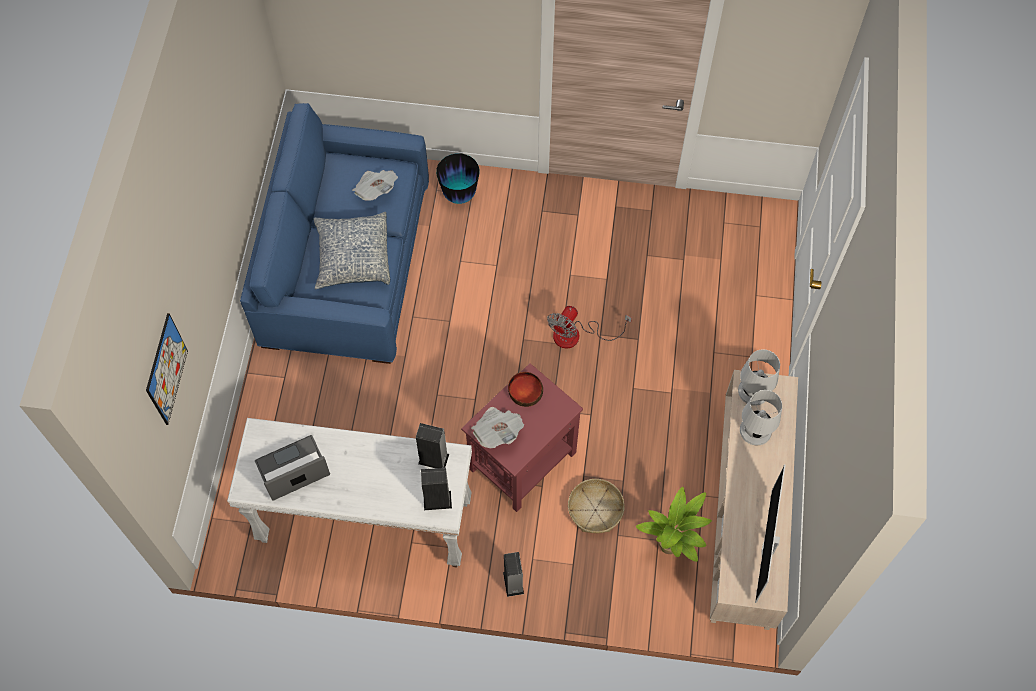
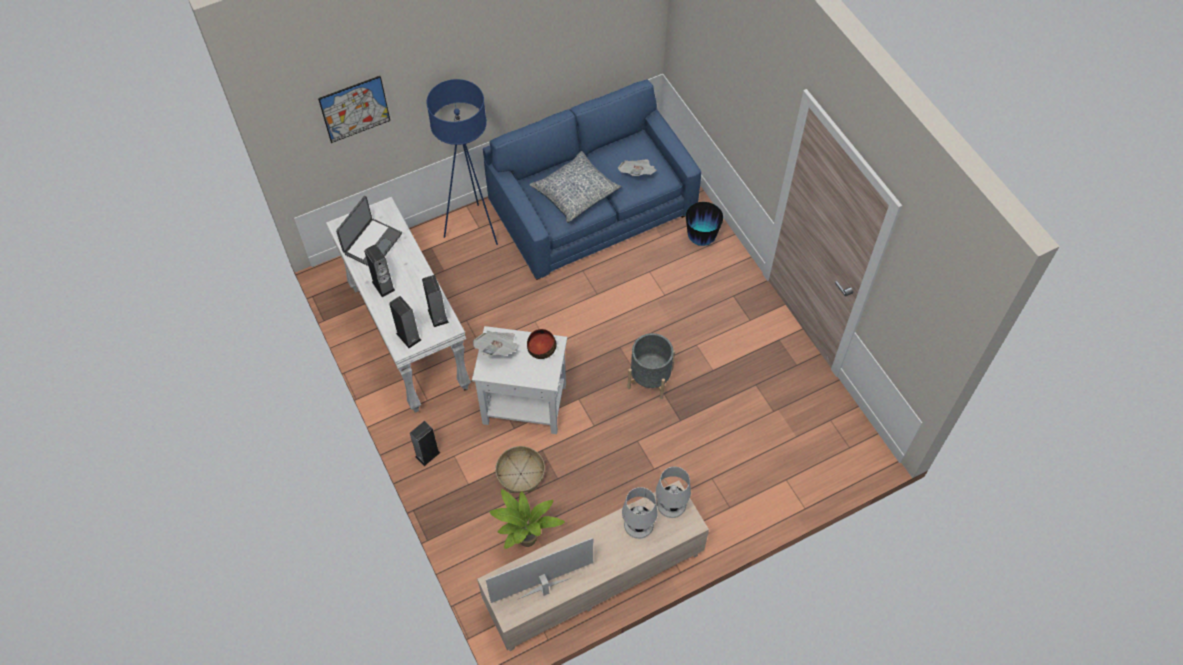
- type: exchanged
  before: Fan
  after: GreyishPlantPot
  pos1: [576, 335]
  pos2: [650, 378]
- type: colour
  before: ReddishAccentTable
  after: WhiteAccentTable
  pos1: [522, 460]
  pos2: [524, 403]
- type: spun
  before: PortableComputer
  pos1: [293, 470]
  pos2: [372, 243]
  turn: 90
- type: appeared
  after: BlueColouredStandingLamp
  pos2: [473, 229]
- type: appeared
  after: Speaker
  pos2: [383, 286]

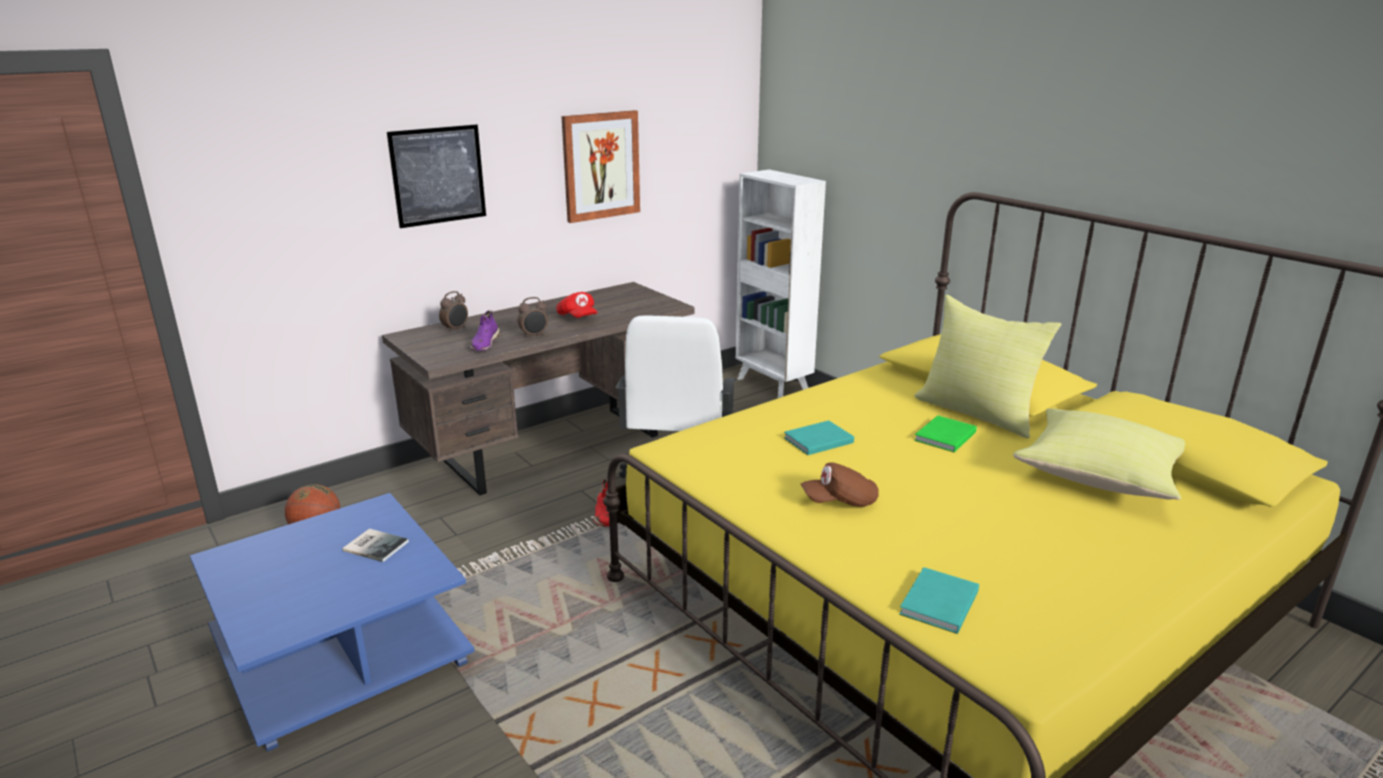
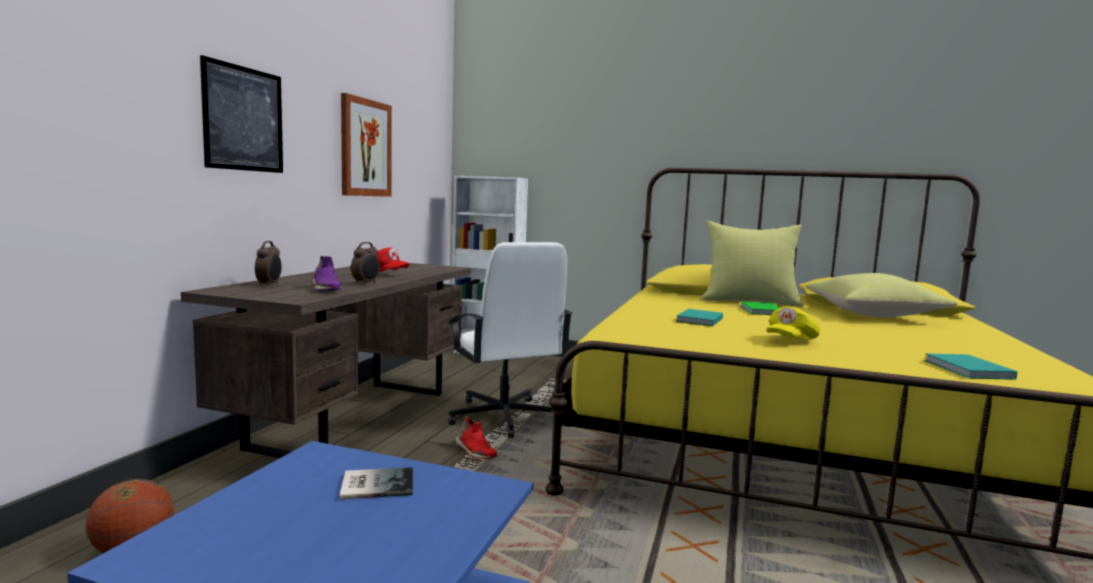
- type: colour
  before: BrownColouredBaseballCap
  after: YellowishBaseballCap
  pos1: [840, 501]
  pos2: [790, 341]

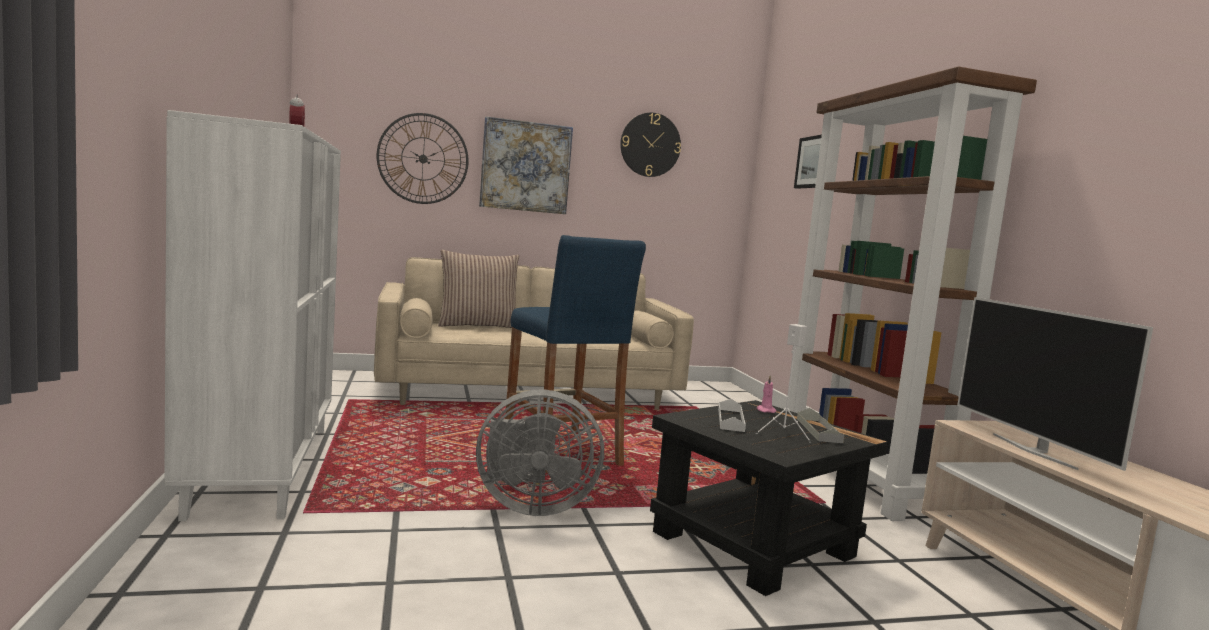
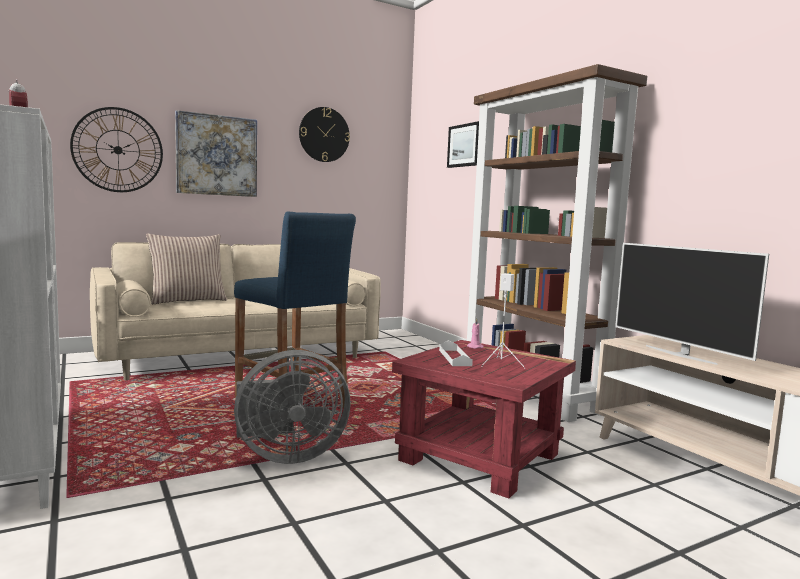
- type: colour
  before: BlackishAccentTable
  after: ReddishAccentTable
  pos1: [756, 544]
  pos2: [482, 457]
- type: missing
  before: GreyishCarryingTray
  pos1: [818, 430]

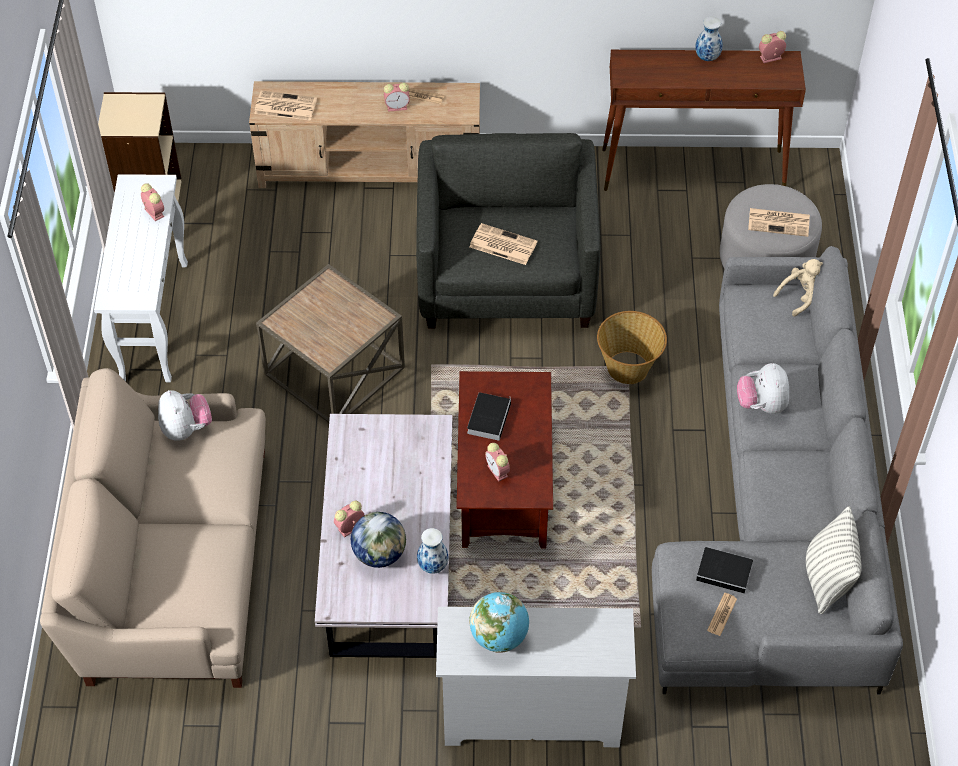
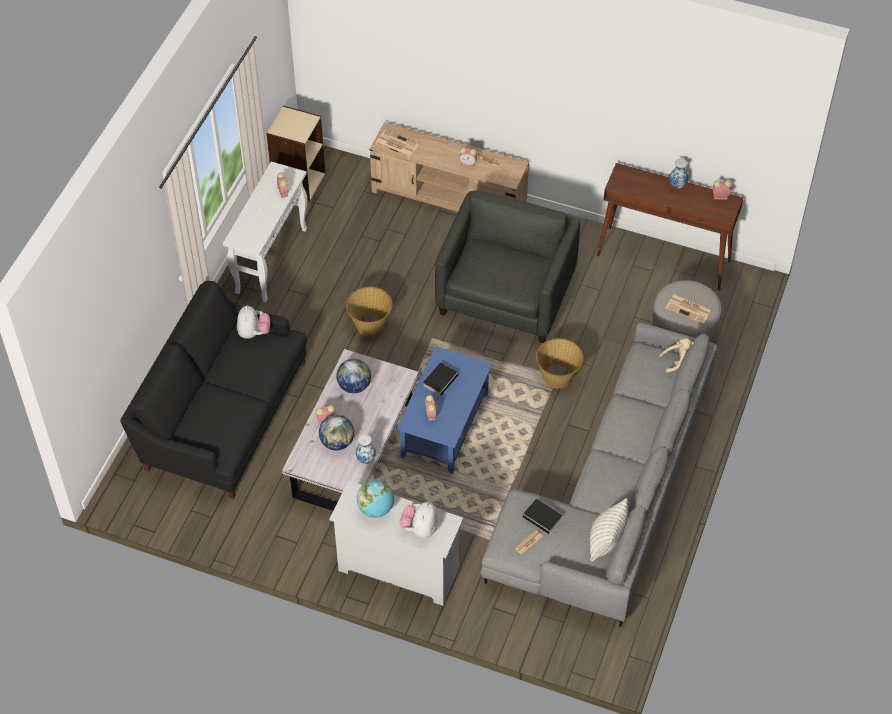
- type: missing
  before: DailyPaper
  pos1: [502, 245]
- type: exchanged
  before: BrownColouredAccentTable
  after: StorageBasket
  pos1: [335, 371]
  pos2: [370, 324]
- type: relocated
  before: CuddlyToy
  pos1: [761, 404]
  pos2: [420, 528]
- type: colour
  before: SandColouredSettee
  after: BlackishSettee
  pos1: [171, 563]
  pos2: [221, 413]
- type: colour
  before: BrownColouredLoungeTable
  after: BlueColouredLoungeTable
  pos1: [504, 483]
  pos2: [445, 426]
- type: appeared
  after: DeskGlobe
  pos2: [354, 386]

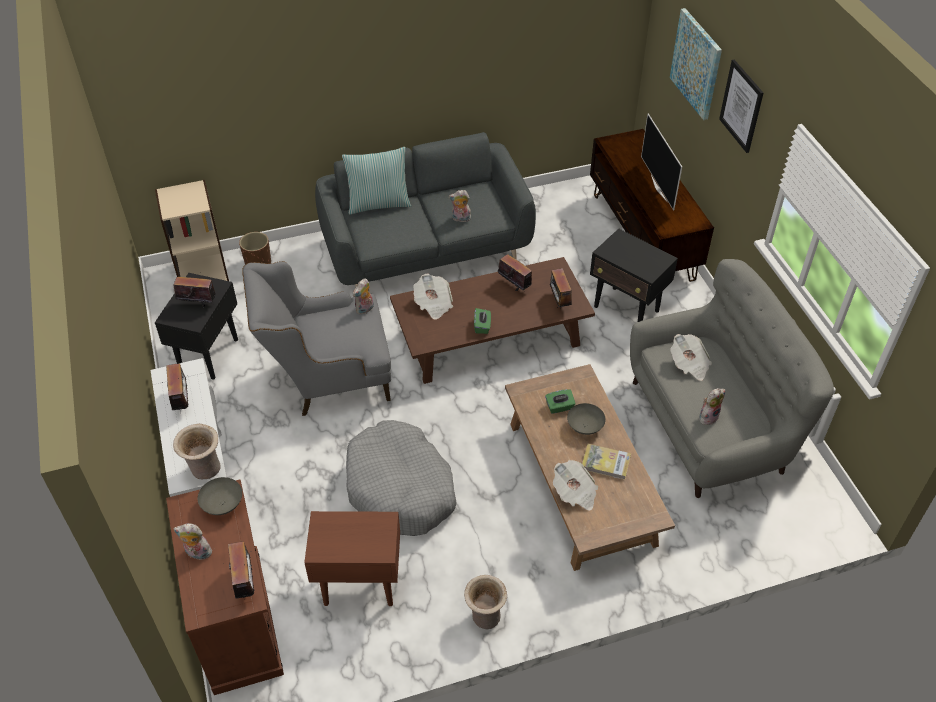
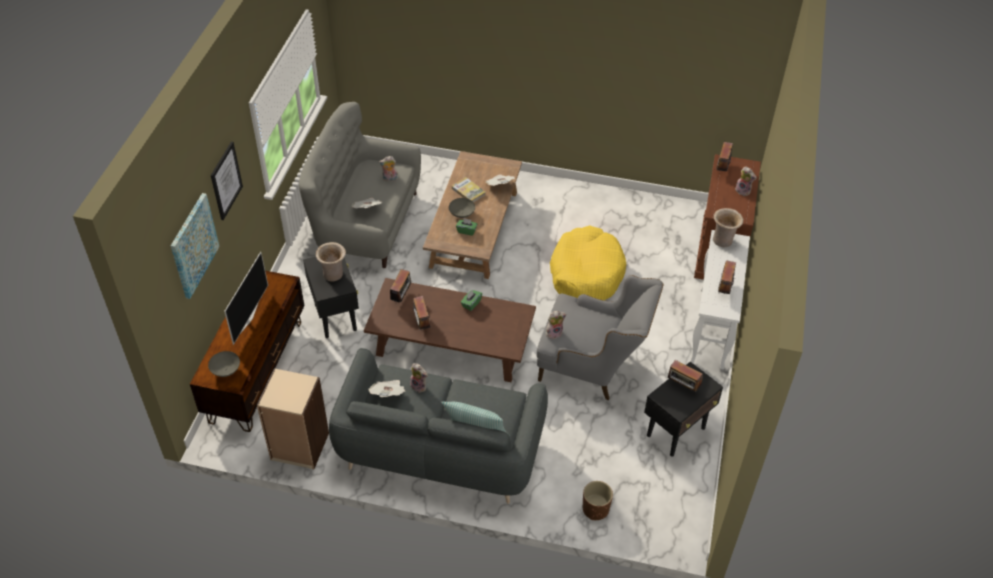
- type: relocated
  before: SandColouredShelvingUnit
  pos1: [202, 272]
  pos2: [299, 446]
- type: relocated
  before: DailyPaper
  pos1: [433, 304]
  pos2: [388, 394]
- type: colour
  before: GreyishDogBed
  after: YellowishDogBed
  pos1: [400, 488]
  pos2: [586, 273]
- type: relocated
  before: GreyishDeepDish
  pos1: [223, 505]
  pos2: [225, 370]
- type: missing
  before: BrownColouredAccentTable
  pos1: [359, 585]
- type: relocated
  before: SandColouredVase
  pos1: [484, 616]
  pos2: [334, 275]

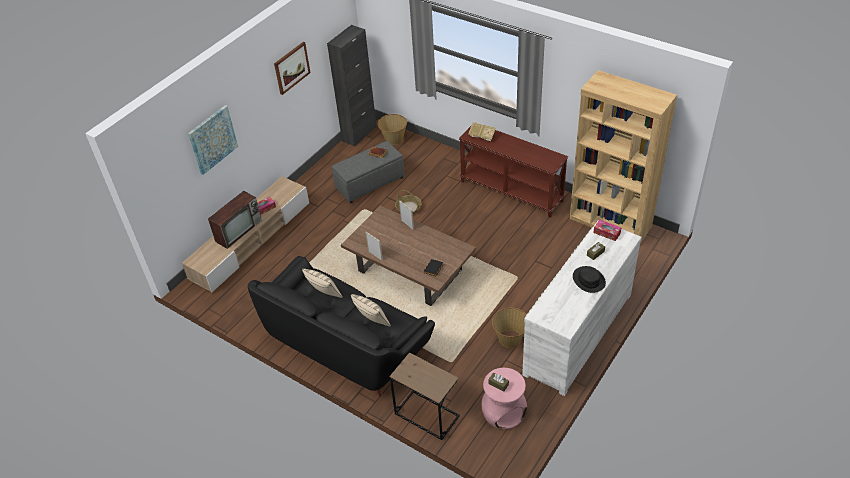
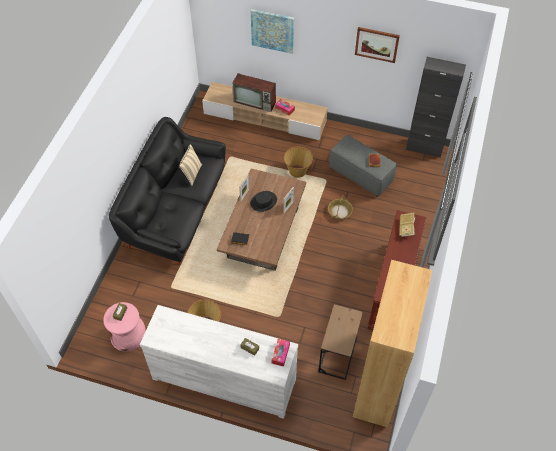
- type: relocated
  before: StorageBasket
  pos1: [394, 139]
  pos2: [297, 170]
- type: relocated
  before: BlackishWearableHat
  pos1: [589, 280]
  pos2: [263, 201]
- type: missing
  before: SandColouredPillow
  pos1: [372, 322]
- type: relocated
  before: BrownColouredAccentTable
  pos1: [426, 415]
  pos2: [337, 354]

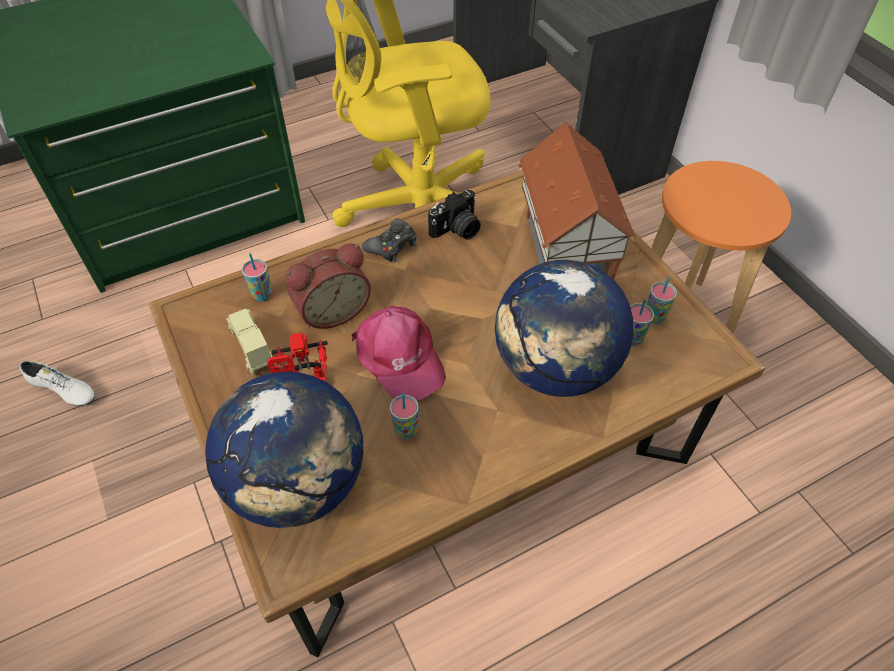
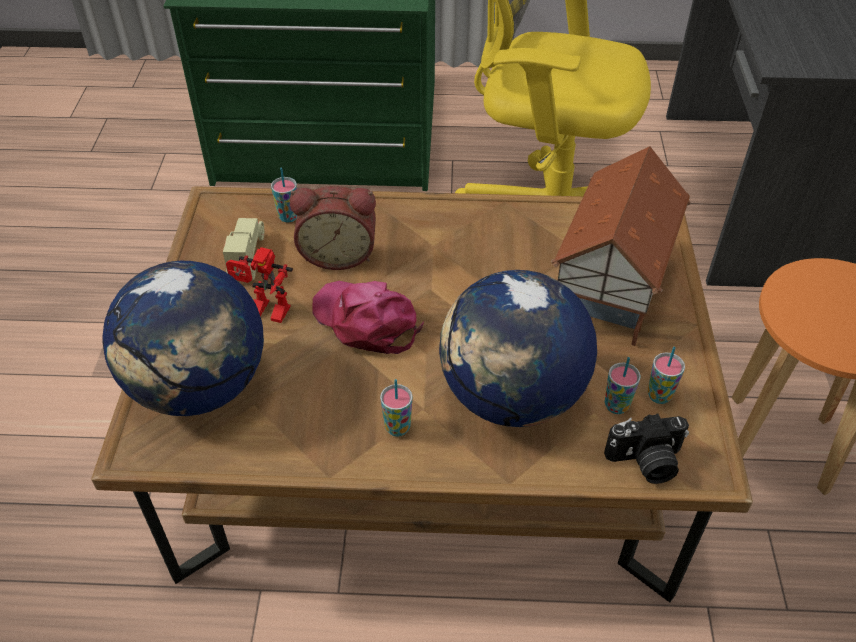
- type: relocated
  before: StillCamera
  pos1: [457, 230]
  pos2: [646, 462]
- type: missing
  before: BlackishGameController
  pos1: [392, 246]
- type: spun
  before: PinkBaseballCap
  pos1: [399, 358]
  pos2: [367, 321]
  turn: 135
- type: missing
  before: WhiteItemOfFootwear
  pos1: [63, 390]
- type: relocated
  before: Cup
  pos1: [406, 431]
  pos2: [397, 428]

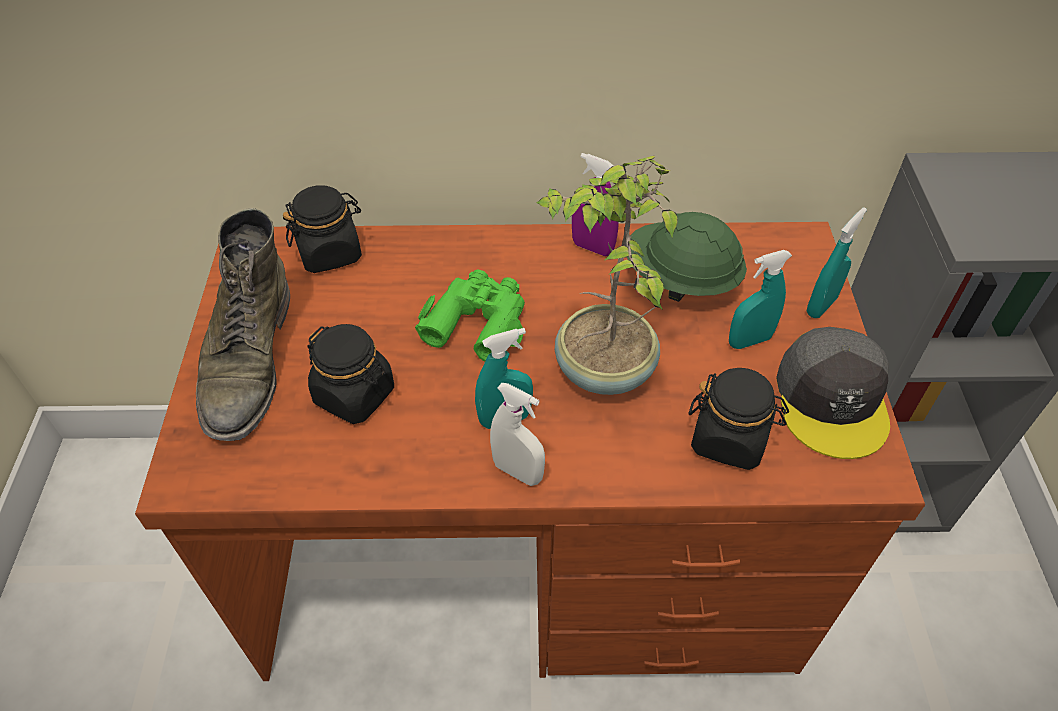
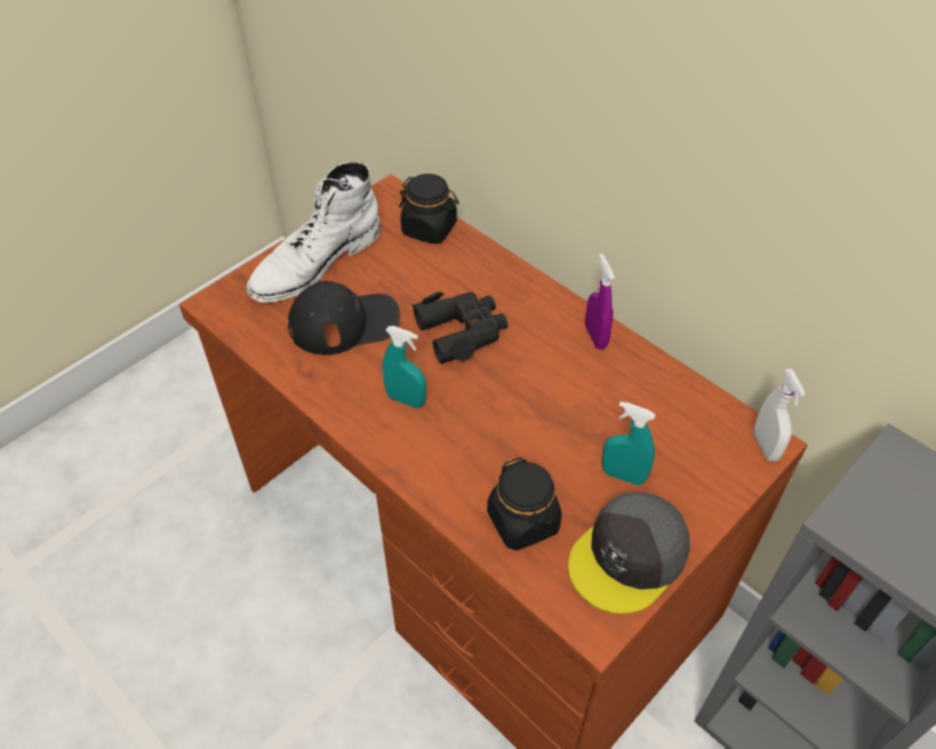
- type: missing
  before: PlantInAPot
  pos1: [602, 371]
- type: missing
  before: TurquoiseHandSprayer
  pos1: [821, 306]
- type: colour
  before: GreenBoot
  after: WhiteBoot
  pos1: [249, 360]
  pos2: [315, 262]
- type: missing
  before: GreenHardHat
  pos1: [680, 281]
- type: colour
  before: GreenPairOfBinoculars
  after: BlackishPairOfBinoculars
  pos1: [477, 322]
  pos2: [462, 331]
- type: exchanged
  before: BlackishPreserveJar
  after: BlackishBaseballCap
  pos1: [355, 395]
  pos2: [344, 323]
- type: relocated
  before: WhiteHandSprayer
  pos1: [518, 472]
  pos2: [765, 446]

